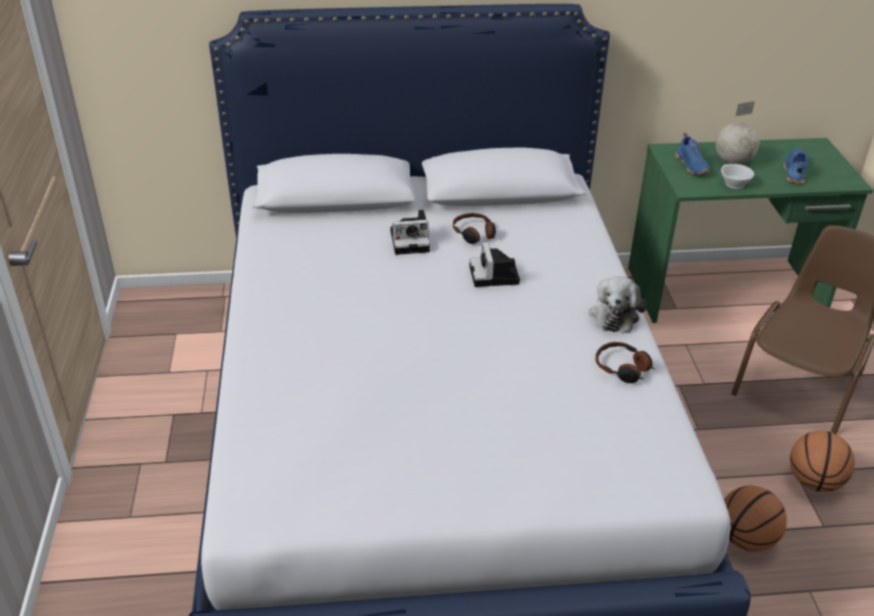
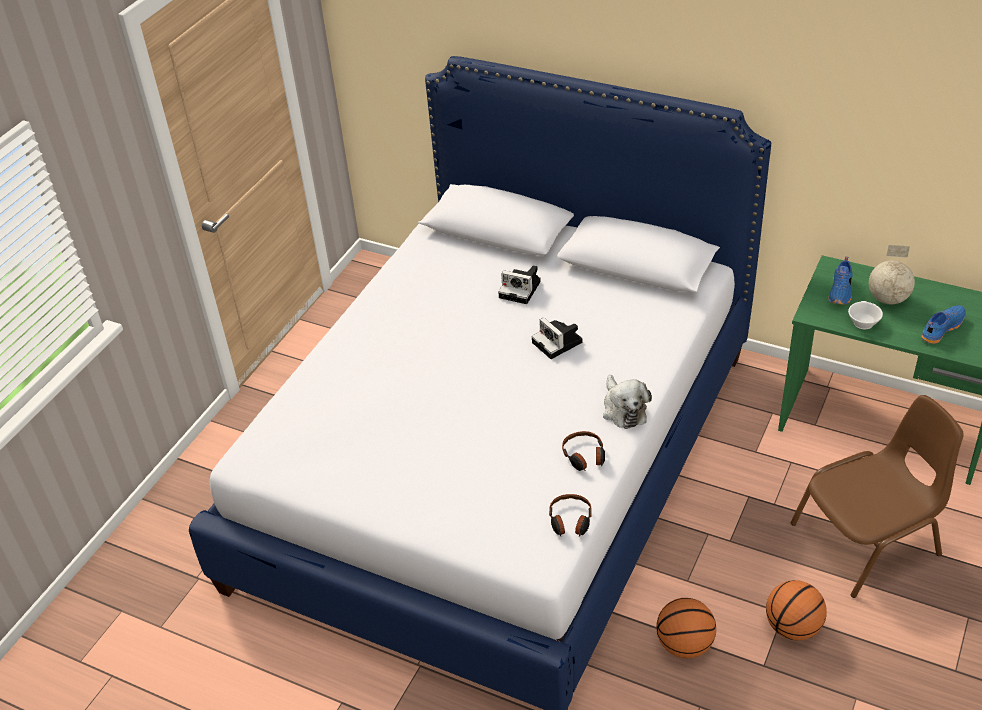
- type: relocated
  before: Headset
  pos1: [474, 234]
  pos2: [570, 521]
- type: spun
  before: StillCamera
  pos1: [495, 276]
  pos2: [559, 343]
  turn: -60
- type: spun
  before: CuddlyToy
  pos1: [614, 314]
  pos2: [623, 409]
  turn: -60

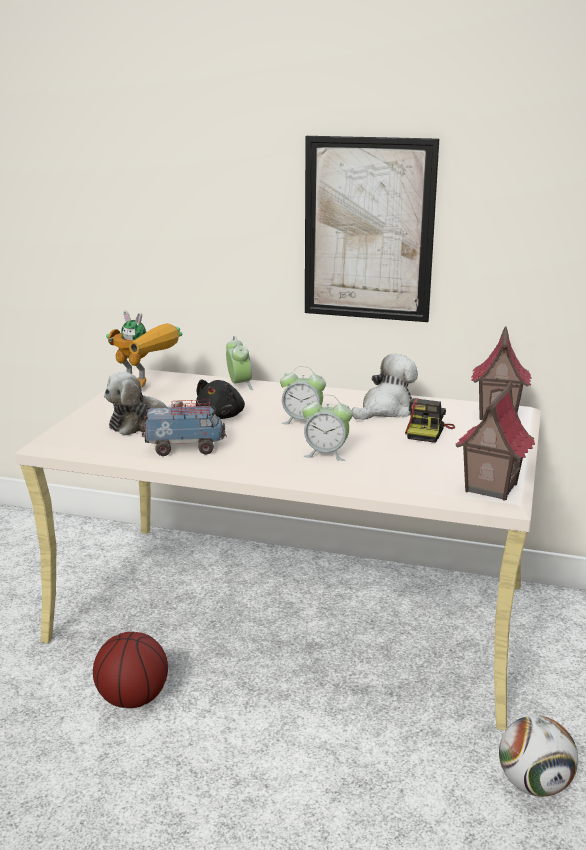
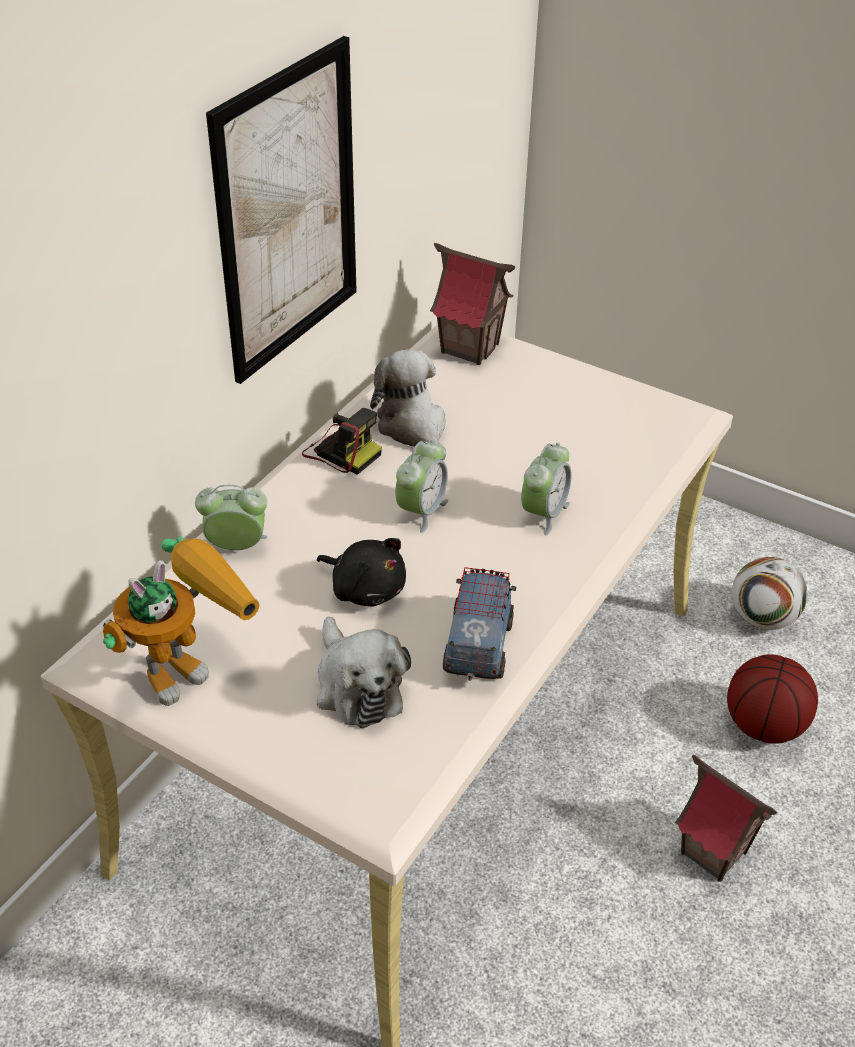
- type: relocated
  before: ToyHouse
  pos1: [490, 488]
  pos2: [713, 853]
- type: relocated
  before: StillCamera
  pos1: [428, 432]
  pos2: [341, 451]
- type: relocated
  before: BasketballBall
  pos1: [133, 699]
  pos2: [764, 726]

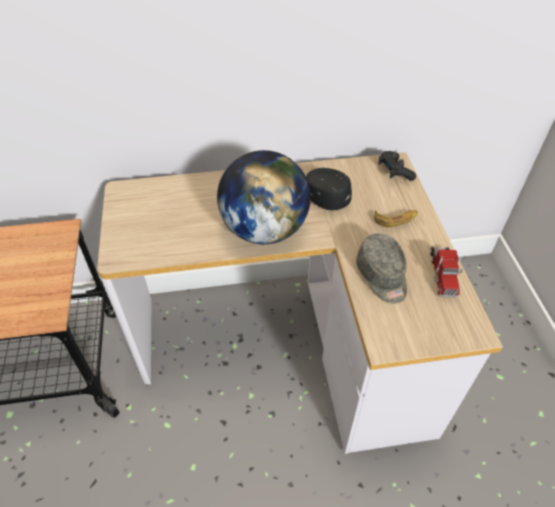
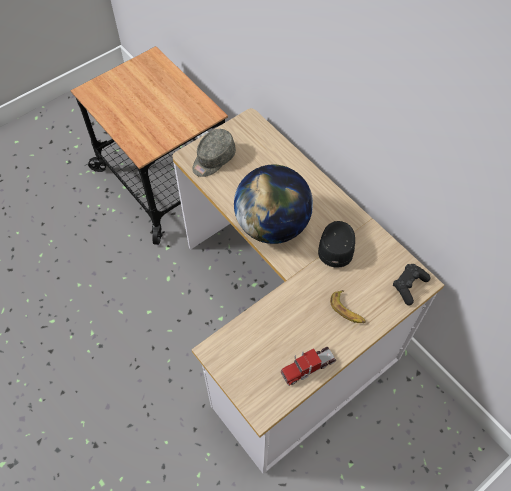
- type: relocated
  before: GreyishBaseballCap
  pos1: [382, 276]
  pos2: [213, 159]

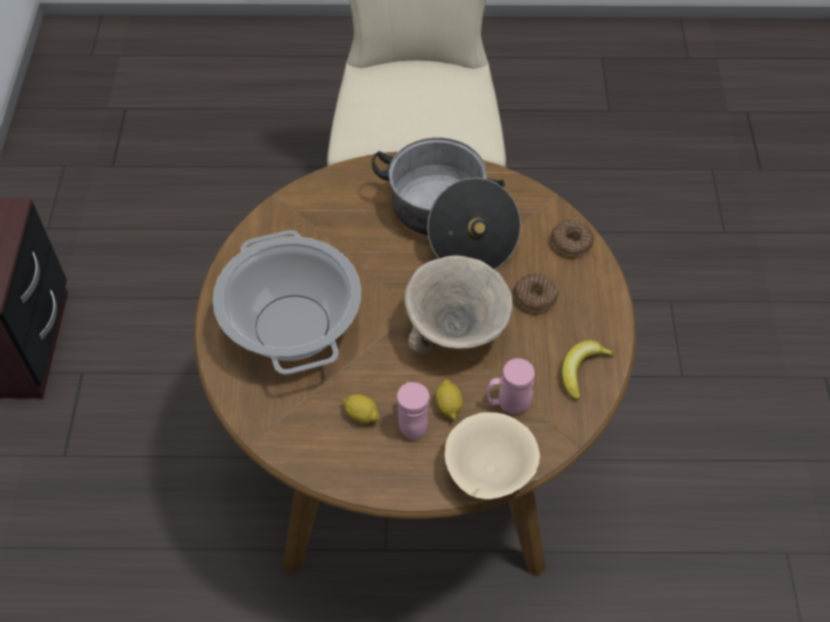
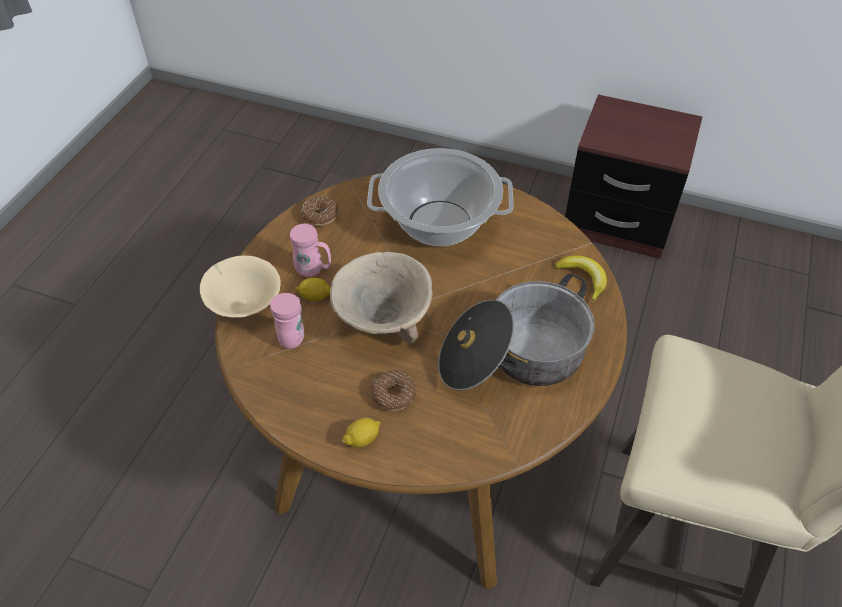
- type: relocated
  before: Donut
  pos1: [571, 242]
  pos2: [320, 216]
- type: relocated
  before: Banana
  pos1: [581, 370]
  pos2: [583, 279]
- type: relocated
  before: CitrusFruit
  pos1: [361, 415]
  pos2: [363, 439]

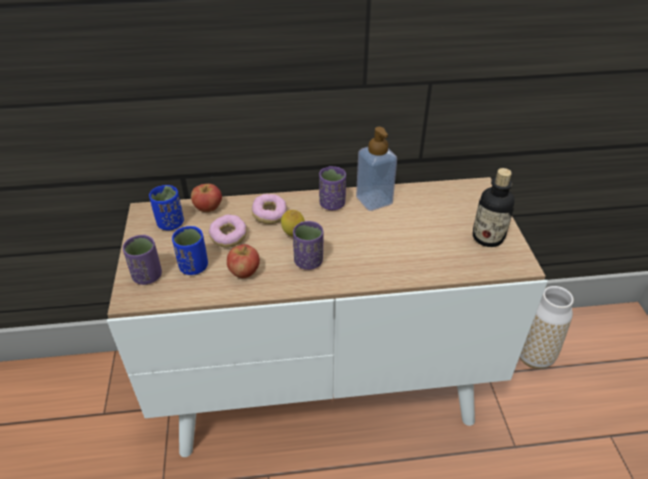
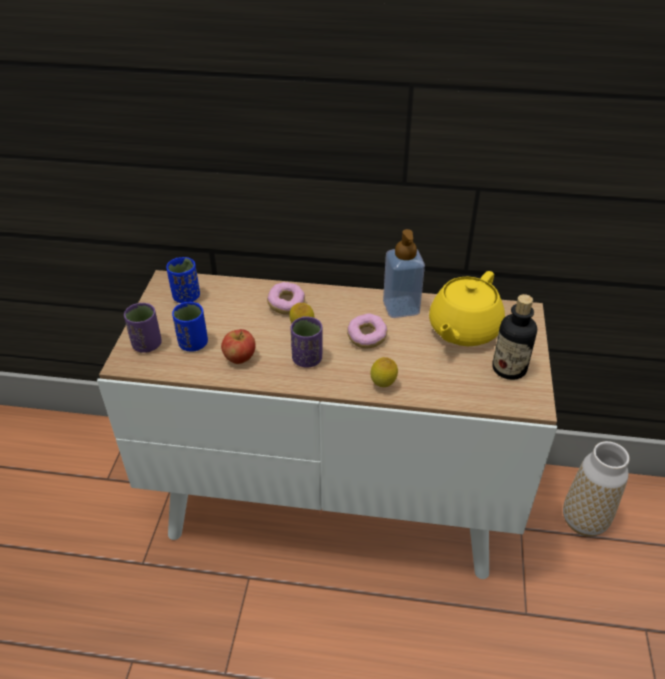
- type: missing
  before: PurpleColouredCup
  pos1: [332, 204]
- type: missing
  before: AppleFruit
  pos1: [208, 208]
- type: relocated
  before: Donut
  pos1: [228, 237]
  pos2: [366, 338]
- type: appeared
  after: YellowishTeaPot
  pos2: [463, 330]
- type: appeared
  after: CitrusFruit
  pos2: [383, 386]

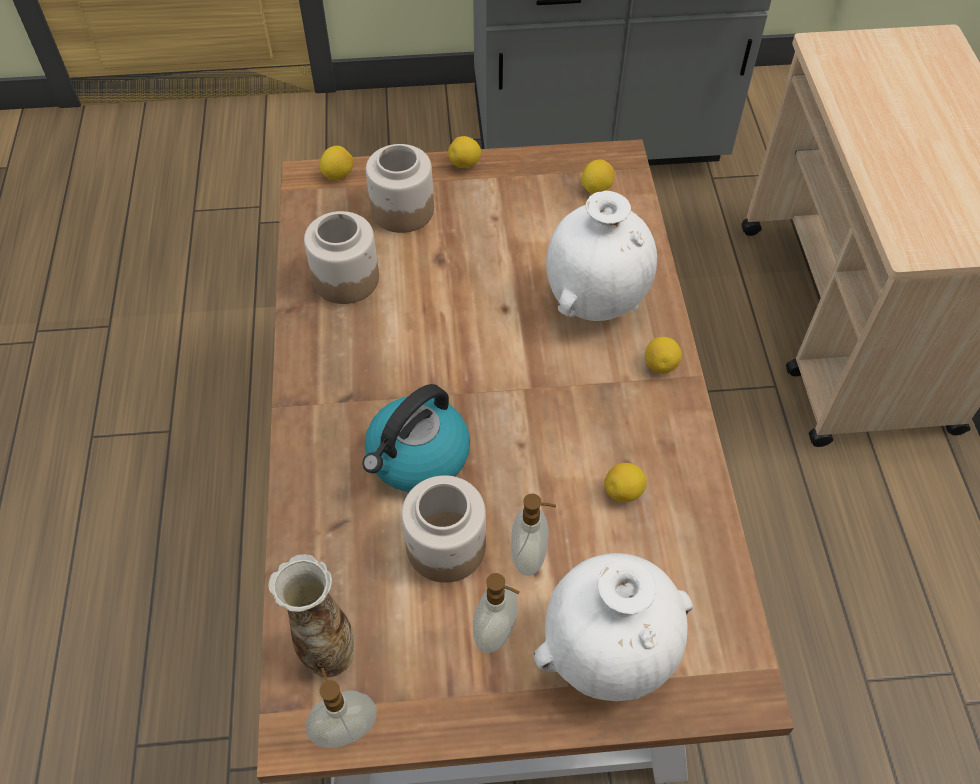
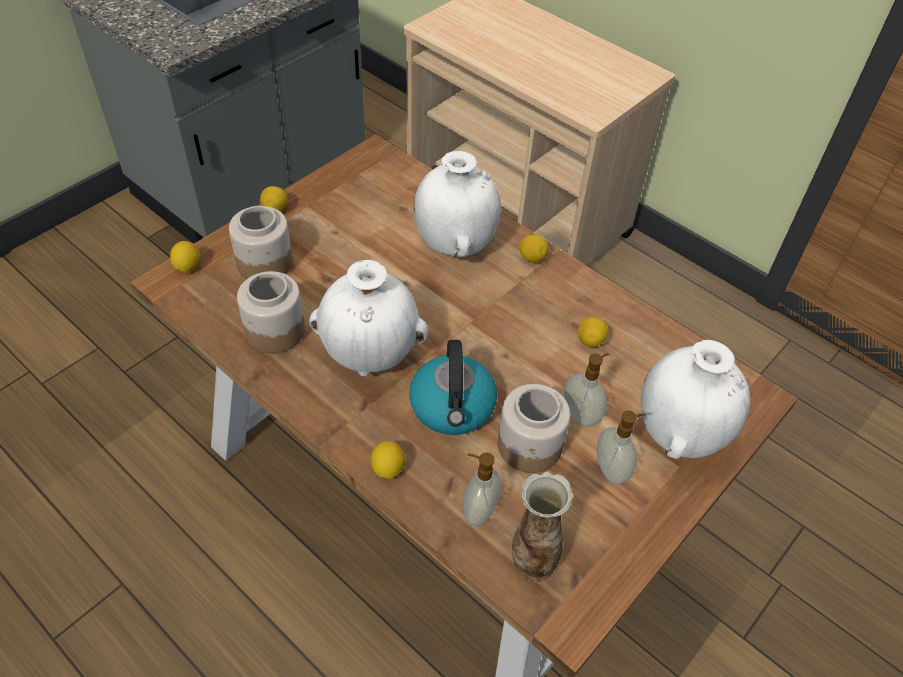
- type: relocated
  before: CitrusFruit
  pos1: [596, 188]
  pos2: [388, 468]
- type: relocated
  before: SoapBottle
  pos1: [345, 729]
  pos2: [478, 510]
- type: appeared
  after: WhiteVase
  pos2: [371, 355]

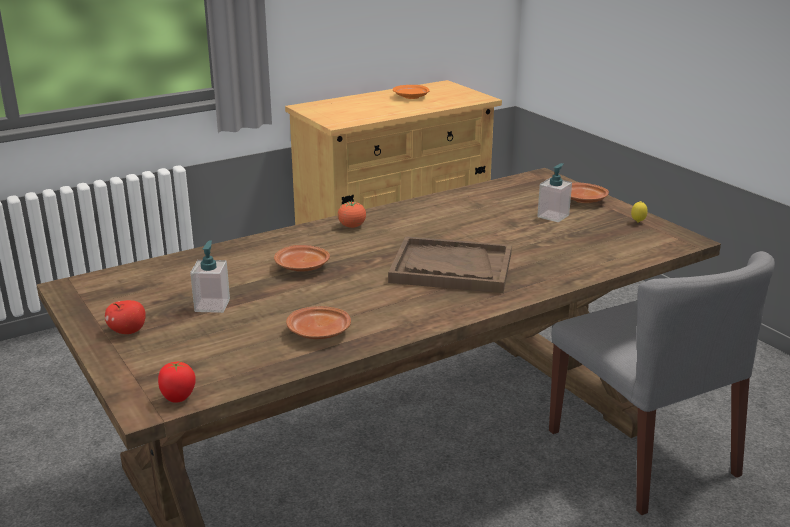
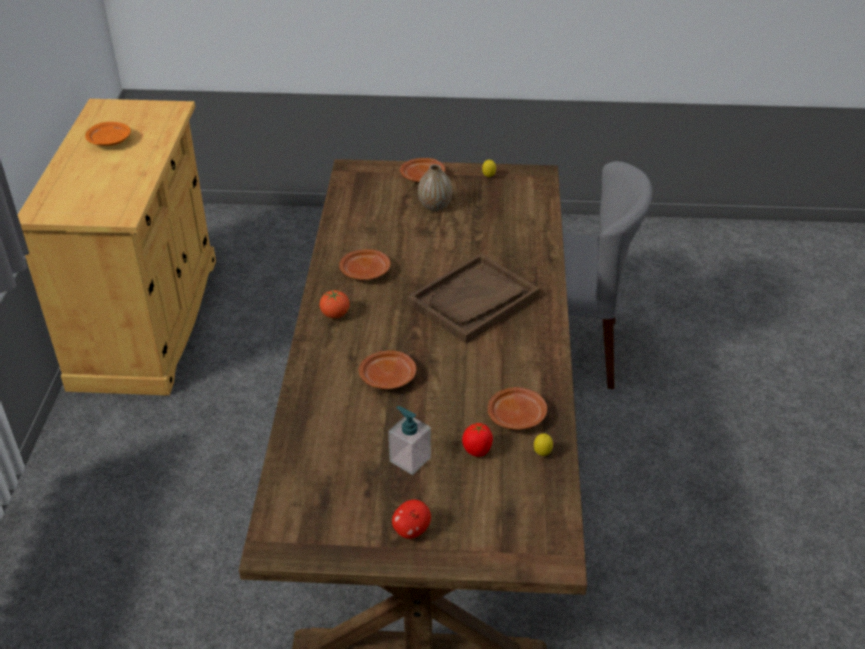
- type: exchanged
  before: SoapBottle
  after: Vase
  pos1: [553, 216]
  pos2: [435, 206]
- type: relocated
  before: Tomato
  pos1: [178, 399]
  pos2: [477, 452]
- type: appeared
  after: BrownColouredPlate
  pos2: [366, 272]
- type: appeared
  after: CitrusFruit
  pos2: [542, 454]

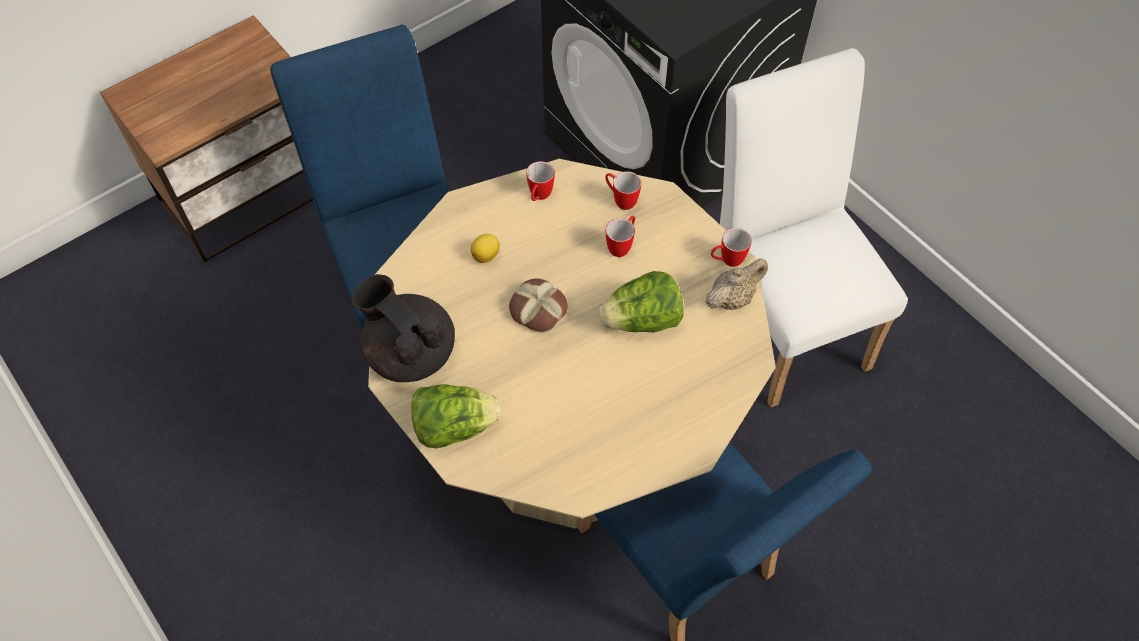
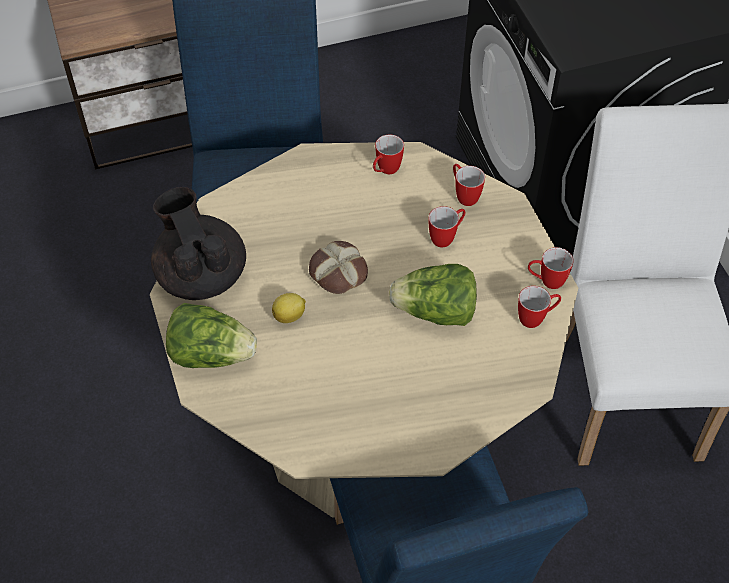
- type: relocated
  before: CitrusFruit
  pos1: [486, 255]
  pos2: [290, 316]
- type: exchanged
  before: SandColouredTeaPot
  after: CoffeeMug
  pos1: [732, 298]
  pos2: [536, 318]

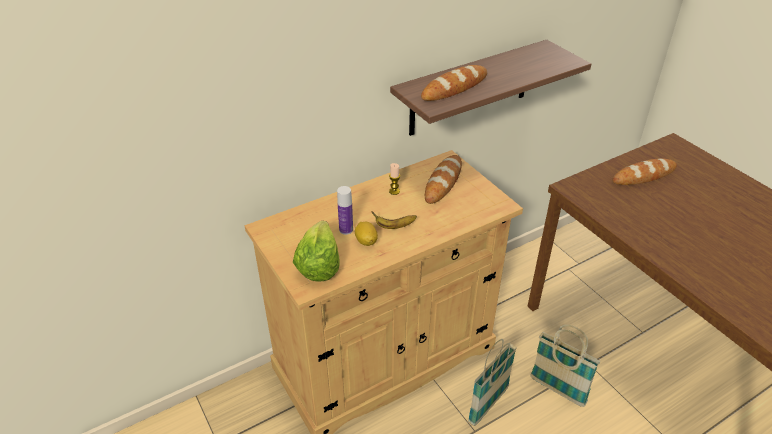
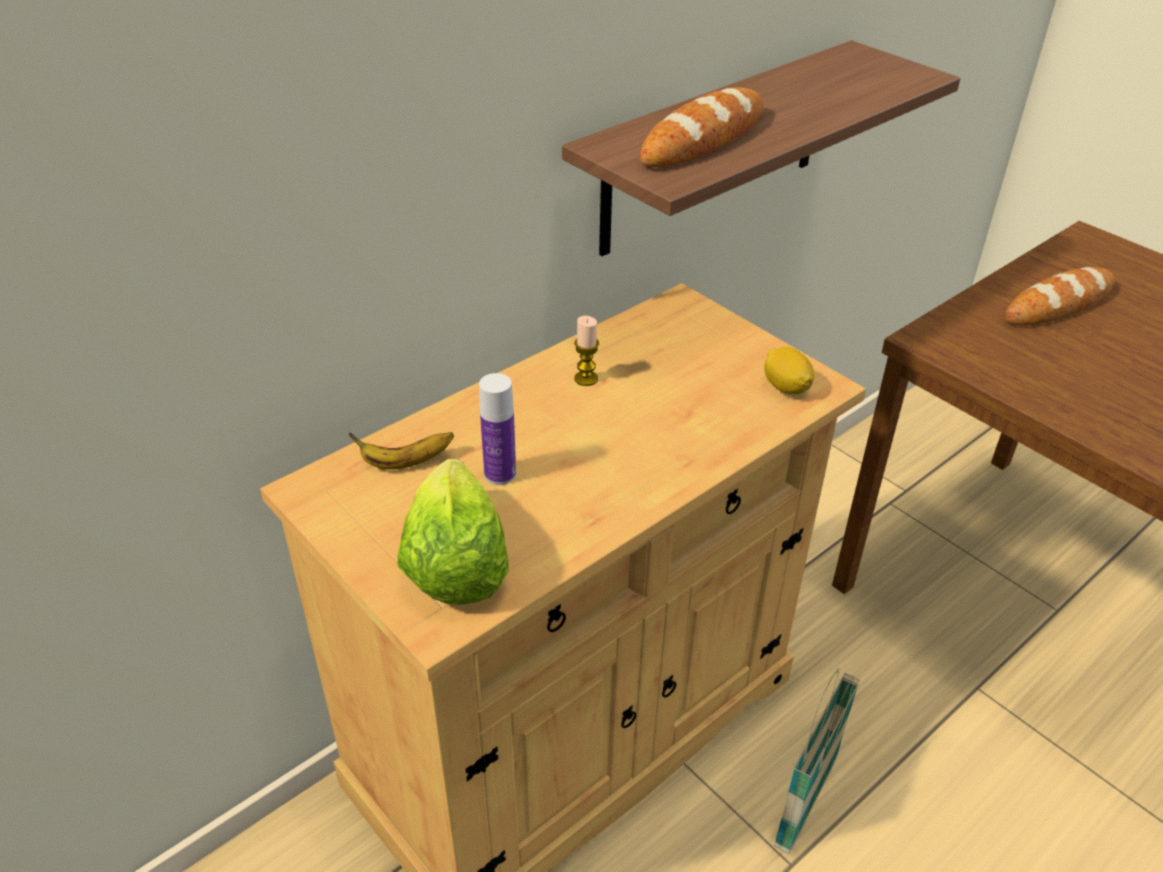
- type: missing
  before: Bread
  pos1: [443, 182]
- type: relocated
  before: Banana
  pos1: [394, 226]
  pos2: [405, 462]
- type: relocated
  before: CitrusFruit
  pos1: [366, 241]
  pos2: [786, 387]
- type: missing
  before: StorageBasket
  pos1: [557, 390]

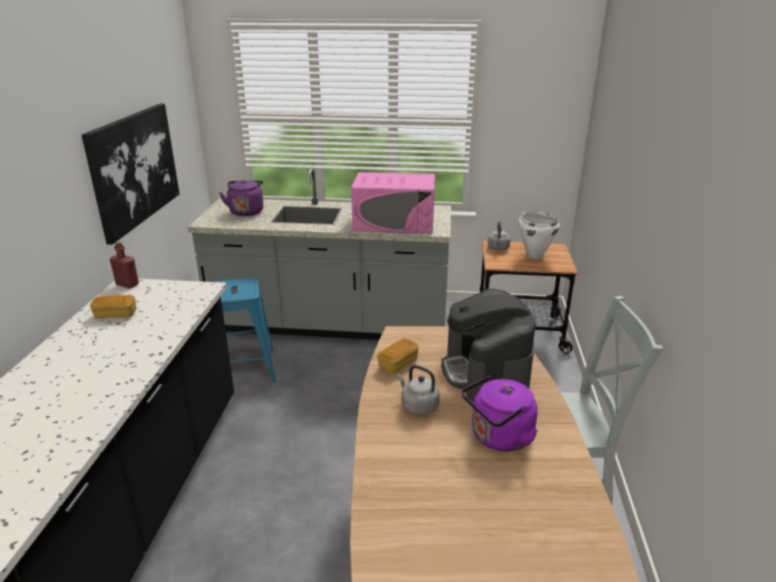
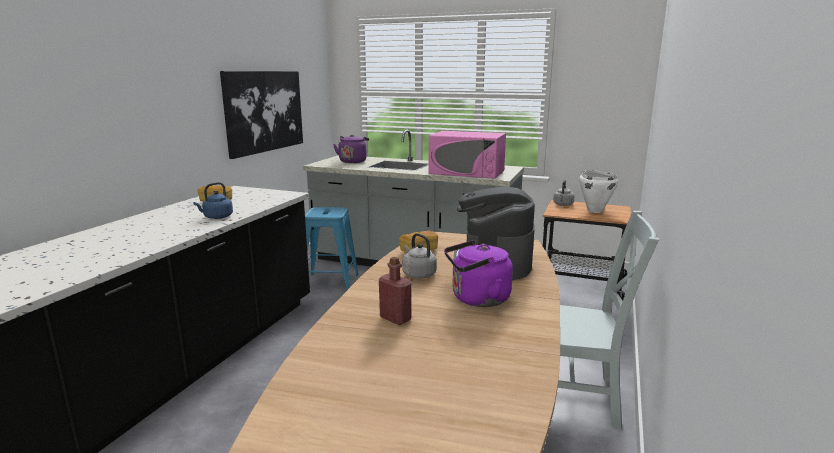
- type: relocated
  before: ReddishBottle
  pos1: [127, 284]
  pos2: [395, 318]
- type: appeared
  after: BlueColouredKettle
  pos2: [217, 217]

